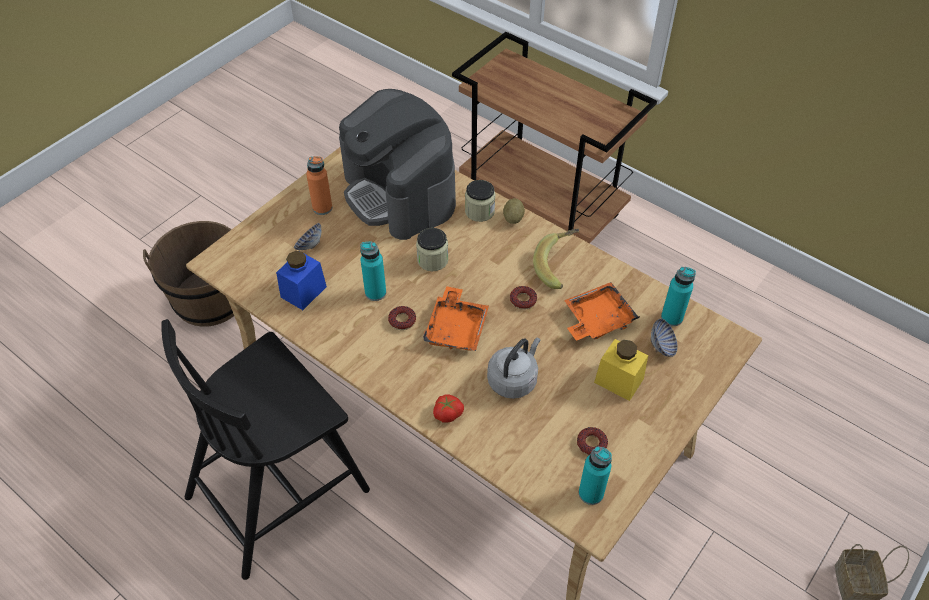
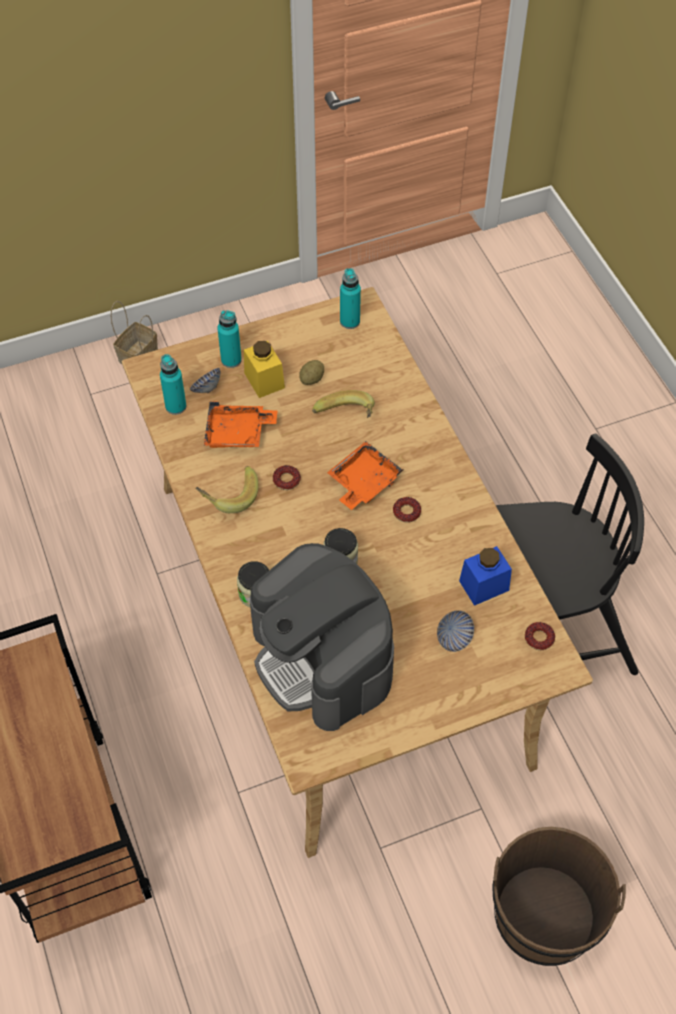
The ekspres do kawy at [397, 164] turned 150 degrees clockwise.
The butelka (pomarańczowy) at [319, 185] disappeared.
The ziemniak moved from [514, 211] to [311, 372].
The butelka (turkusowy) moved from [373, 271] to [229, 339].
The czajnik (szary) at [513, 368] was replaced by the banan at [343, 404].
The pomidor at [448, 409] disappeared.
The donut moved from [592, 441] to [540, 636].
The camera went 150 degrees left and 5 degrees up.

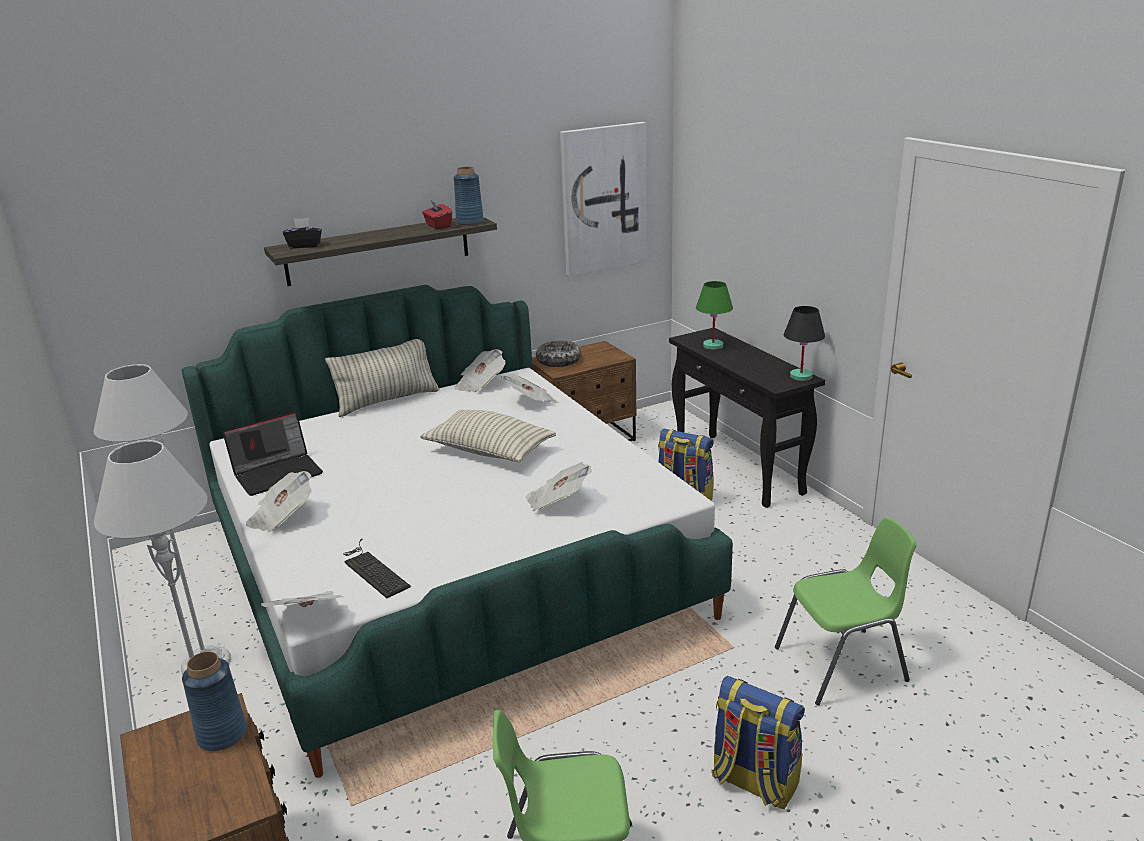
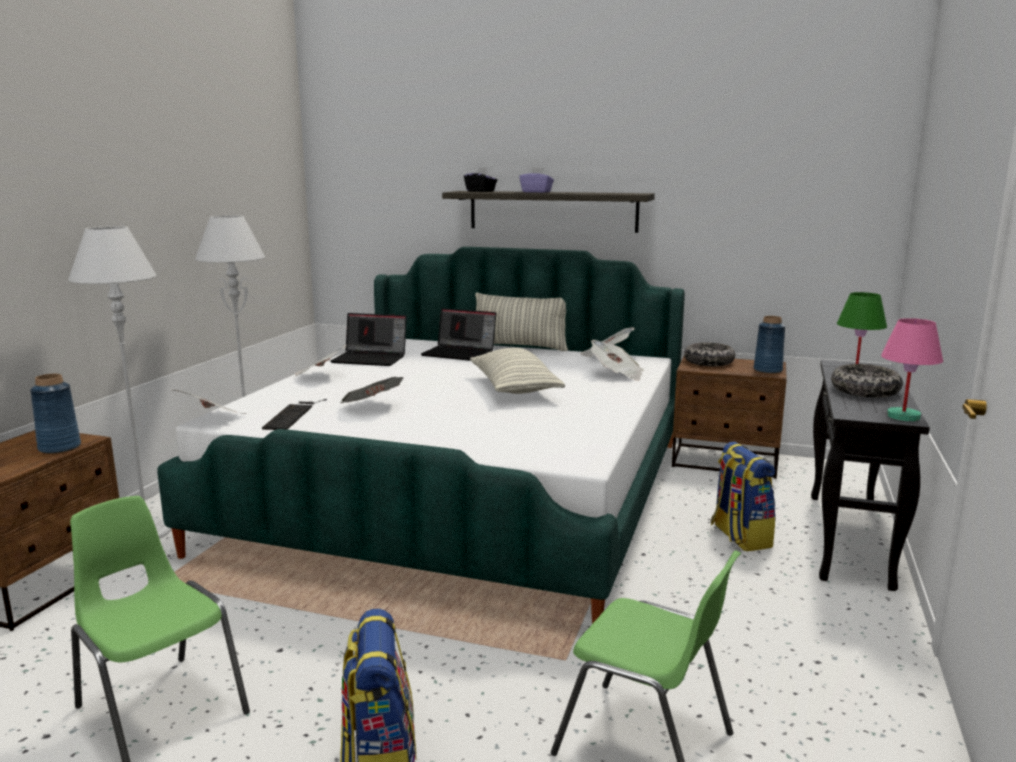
The obraz at [603, 199] disappeared.
The wazon (niebieski) moved from [469, 196] to [769, 345].
The pudełko chusteczek (czerwony) at [437, 215] disappeared.
The lampa stołowa (czarny) at [804, 343] became the lampa stołowa (różowy) at [912, 369].
The gazeta moved from [559, 487] to [371, 390].
The pudełko chusteczek (fioletowy) at [536, 180] appeared.
The laptop at [459, 334] appeared.
The miska at [867, 380] appeared.
The camera went 45 degrees right and 10 degrees down.

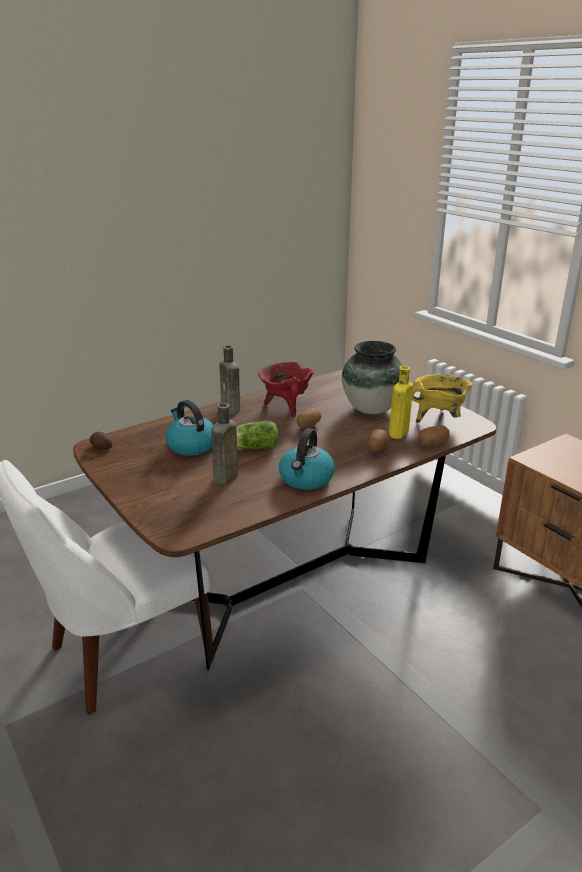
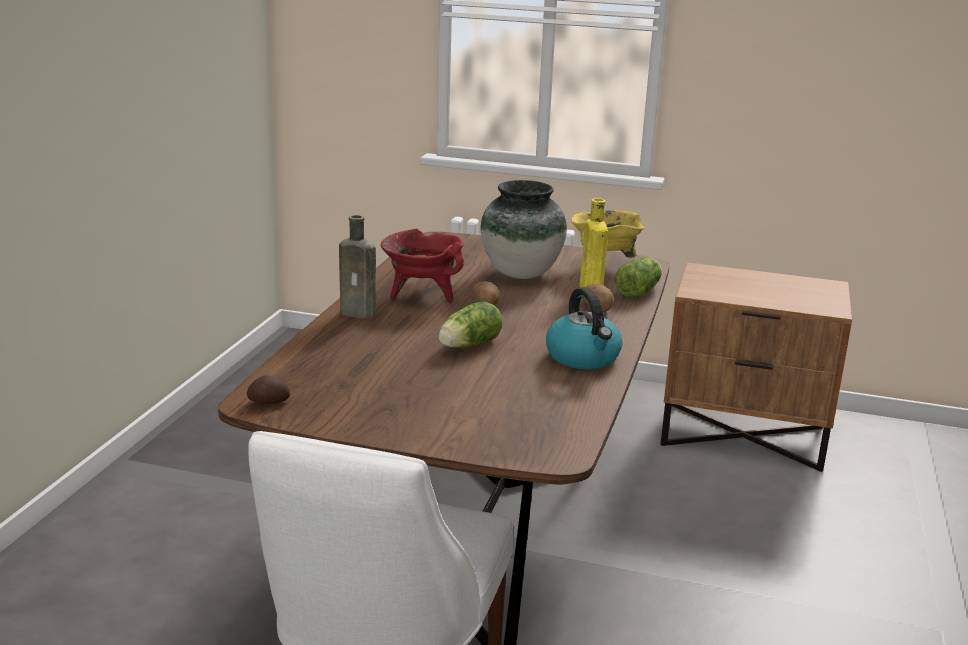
The czajnik at [189, 428] disappeared.
The butelka (brązowy) at [224, 443] disappeared.
The ziemniak at [434, 435] was replaced by the sałata at [638, 277].
The camera went 40 degrees left and 5 degrees down.

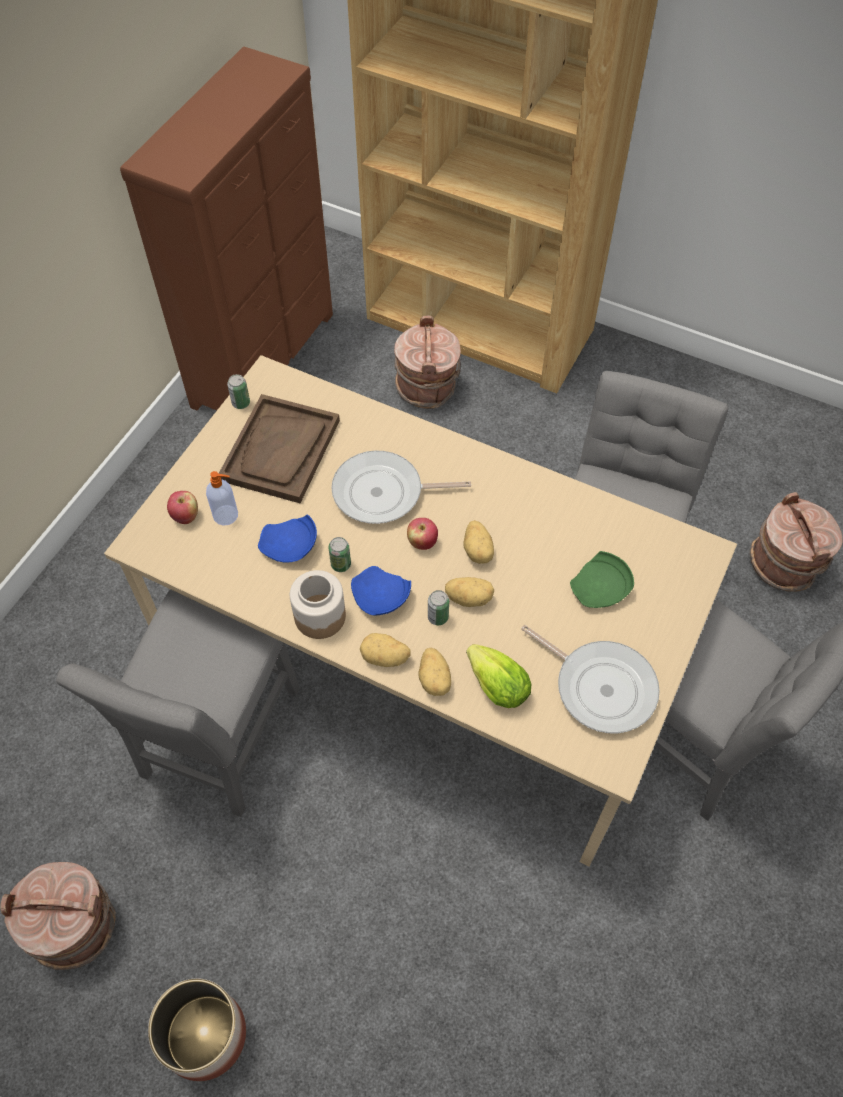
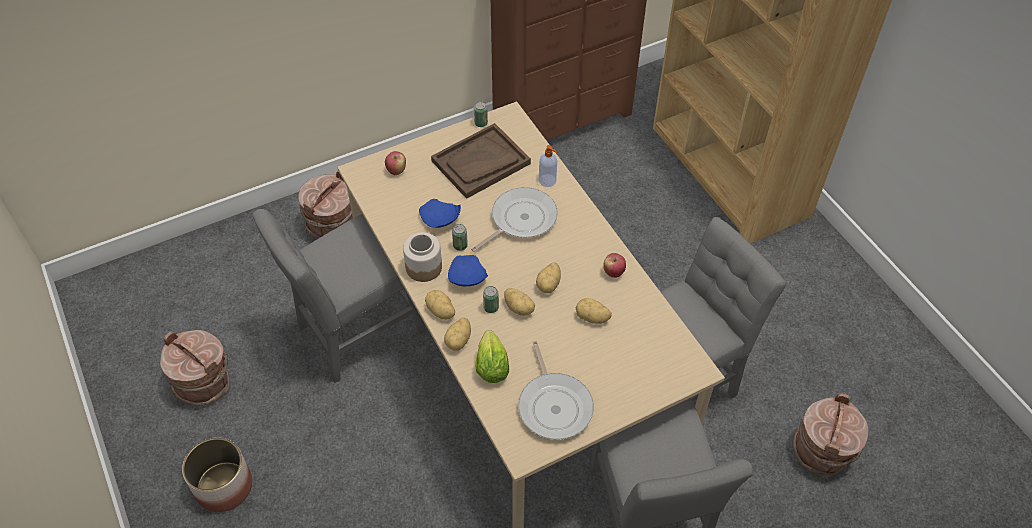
The wiadro (brązowy) moved from [427, 362] to [325, 205].
The patelnia at [401, 487] turned 105 degrees clockwise.
The dozownik mydła moved from [222, 498] to [548, 166].
The jabłko moved from [422, 534] to [614, 265].
The talerz (zielony) at [602, 579] disappeared.
The ziemniak at [594, 311] appeared.
The camera went 35 degrees right and 5 degrees down.

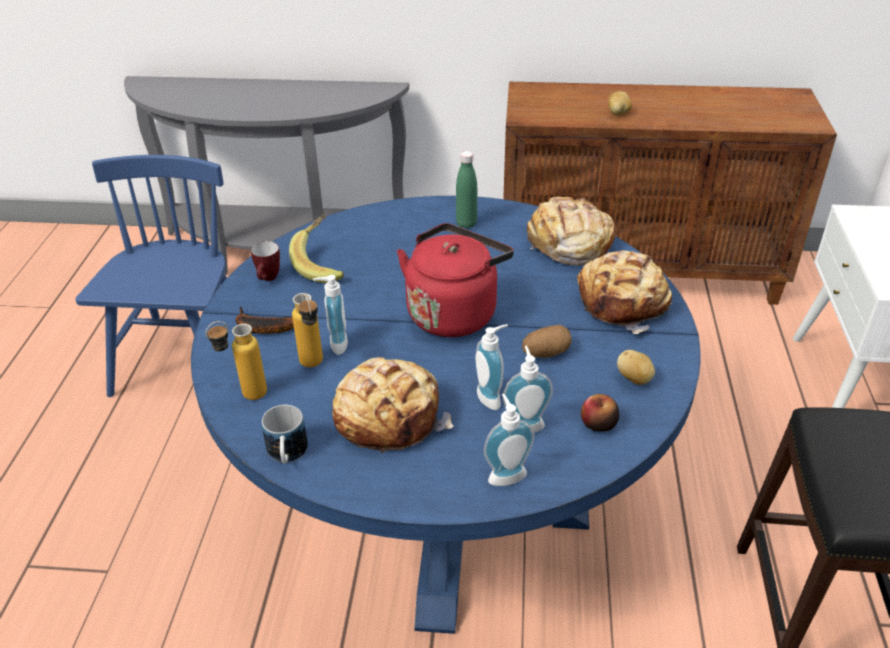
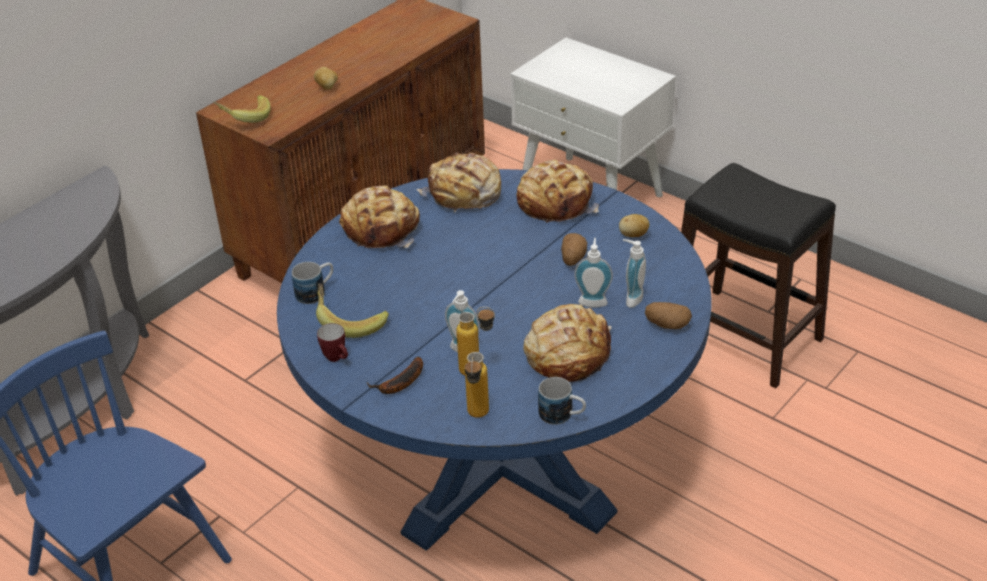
The butelka (zielony) at [466, 190] was replaced by the chleb at [379, 216].
The czajnik (czerwony) at [455, 280] disappeared.
The dozownik mydła at [509, 440] was replaced by the ziemniak at [668, 315].
The jabłko at [600, 413] disappeared.
The banan at [242, 109] appeared.
The kubek at [312, 283] appeared.
The camera went 55 degrees left and 0 degrees up.

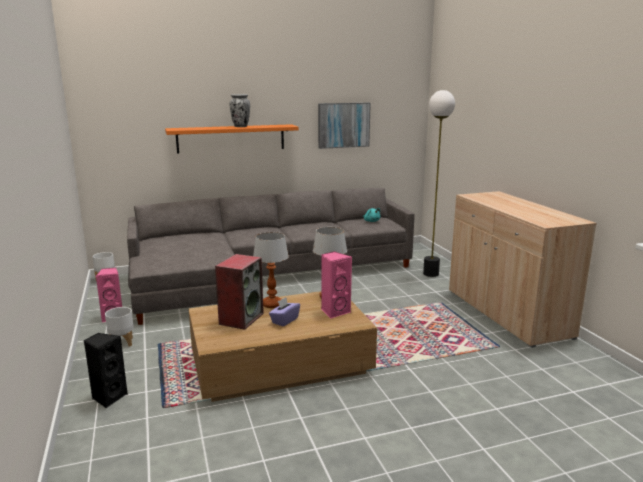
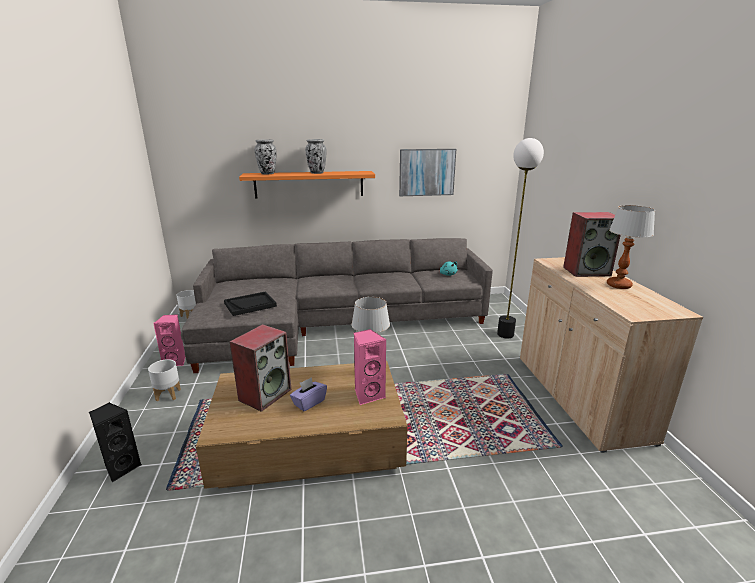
The lampa stołowa moved from [271, 270] to [631, 247].
The wazon at [265, 157] appeared.
The głośnik at [592, 244] appeared.
The taca (czarny) at [250, 303] appeared.
The camera went 10 degrees right and 5 degrees up.

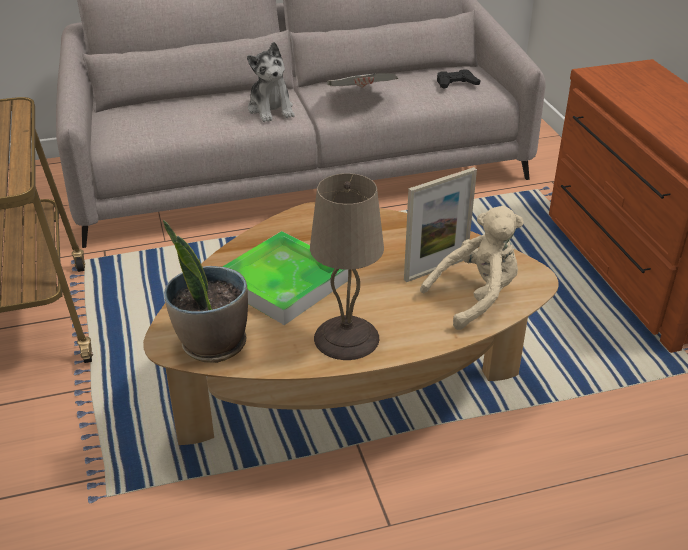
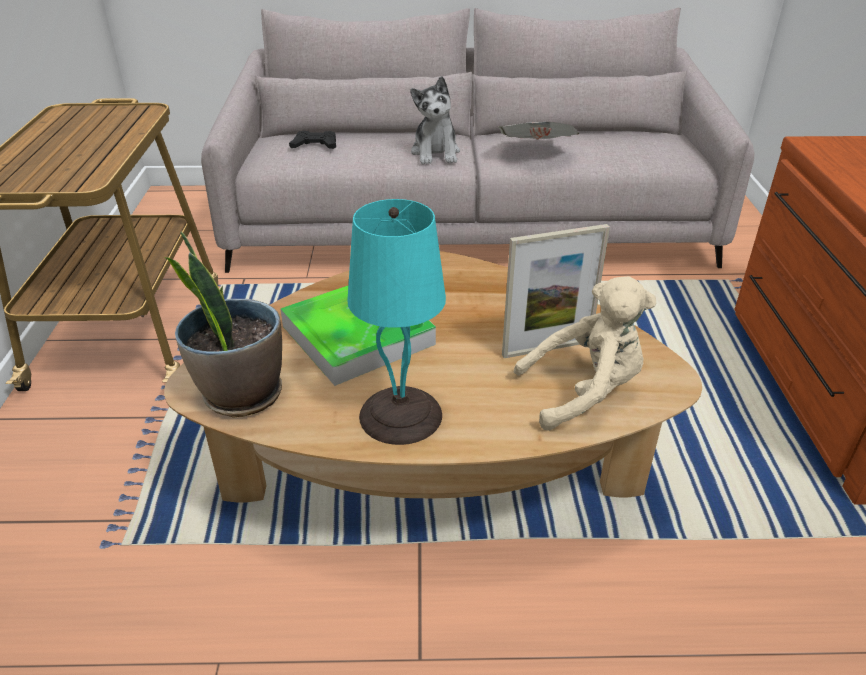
The pad do gier (czarny) moved from [458, 79] to [312, 140].
The lampa stołowa (beżowy) at [347, 266] became the lampa stołowa (turkusowy) at [396, 322].
The camera went 15 degrees right and 0 degrees up.

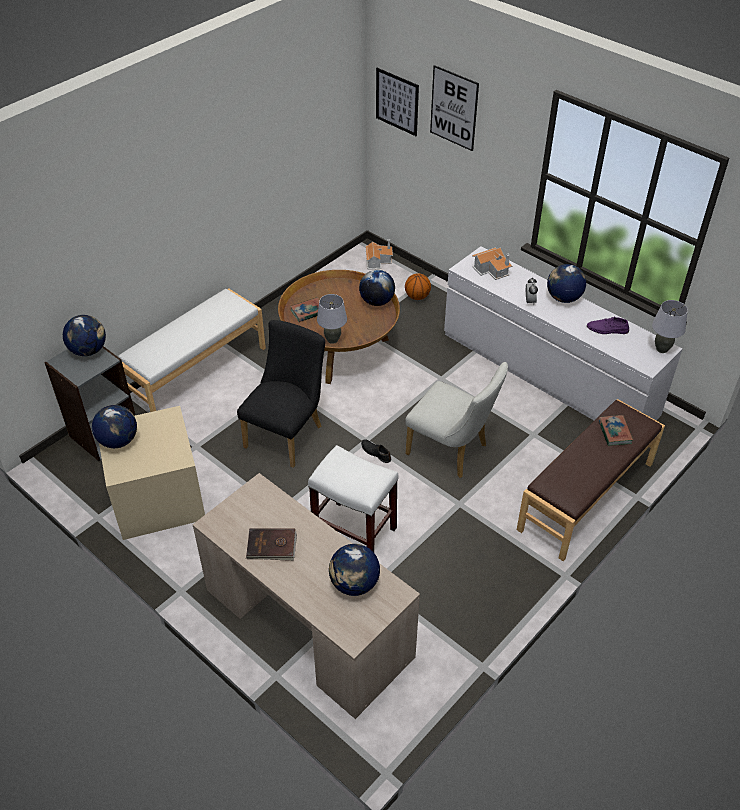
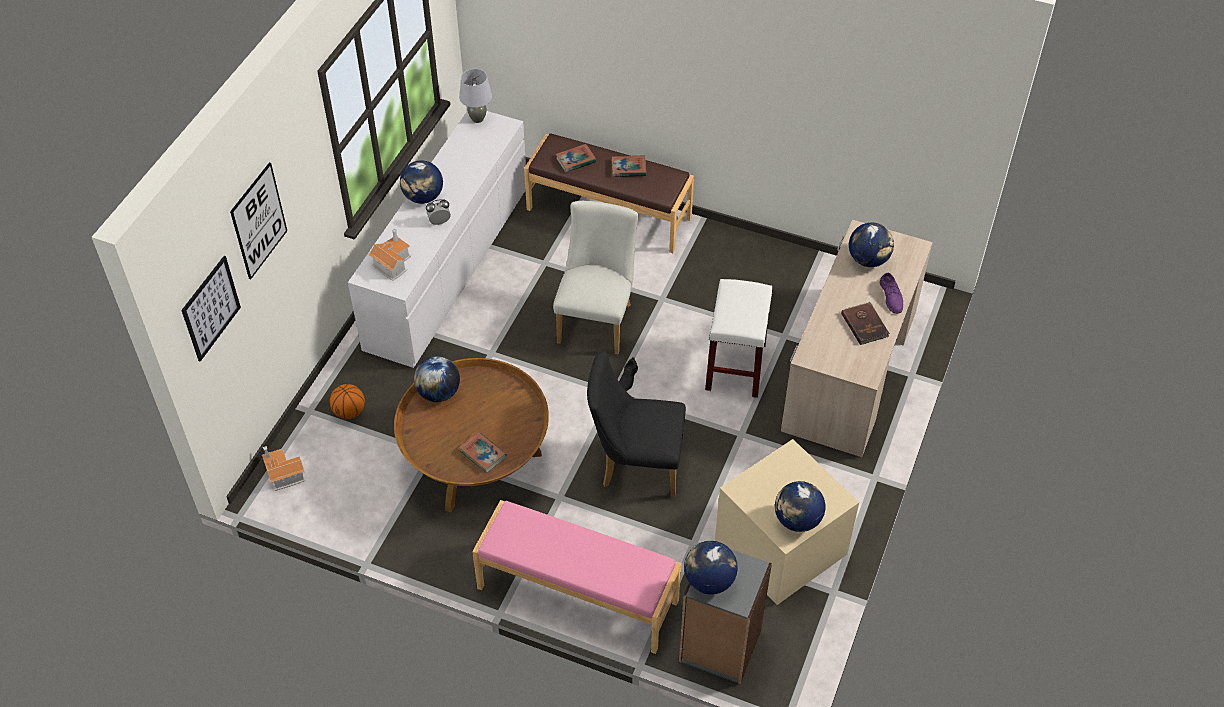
The ławka (biały) at [192, 350] became the ławka (różowy) at [576, 577].
The lampa stołowa (szary) at [332, 319] disappeared.
The but (fioletowy) moved from [608, 325] to [891, 293].
The książka at [629, 166] appeared.
The camera went 110 degrees left and 5 degrees up.

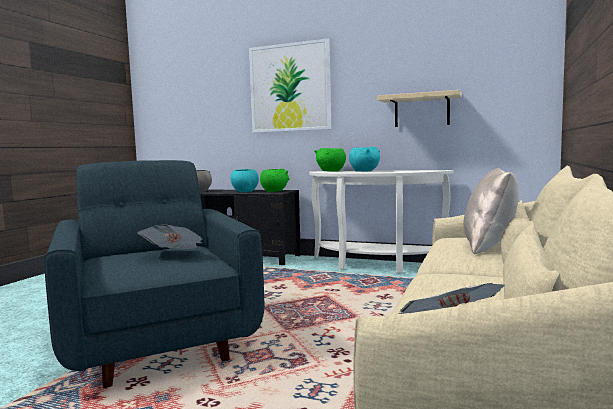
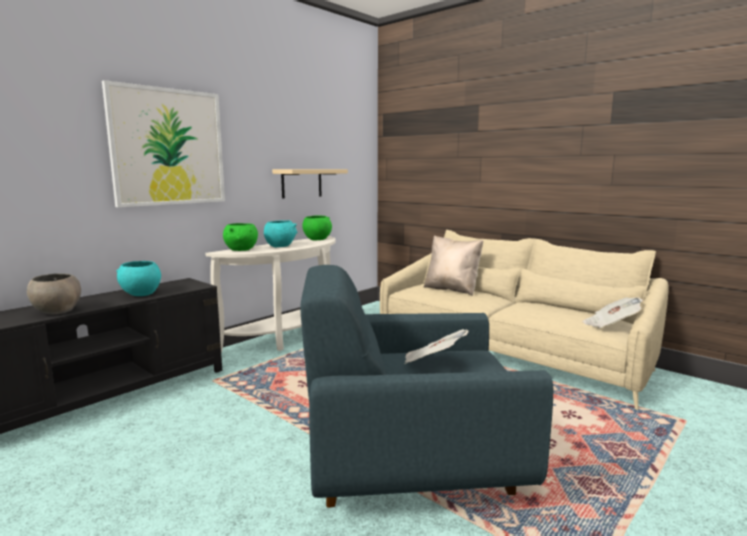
The miska (zielony) moved from [275, 180] to [317, 227].
The camera went 70 degrees left and 5 degrees up.

